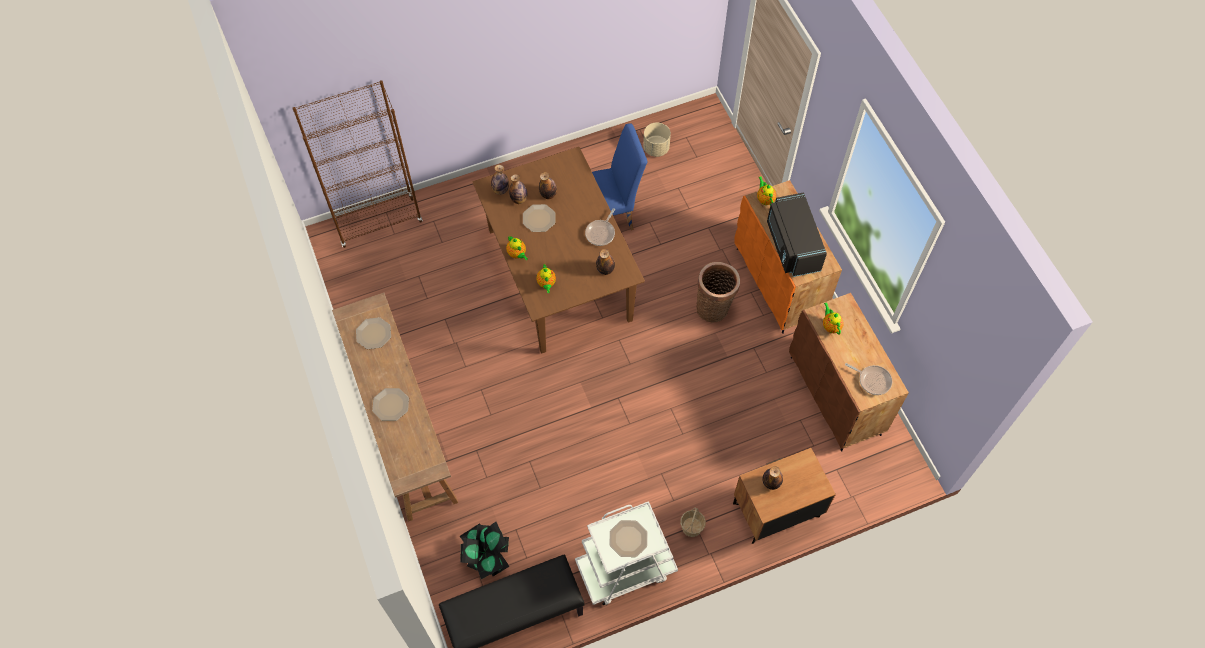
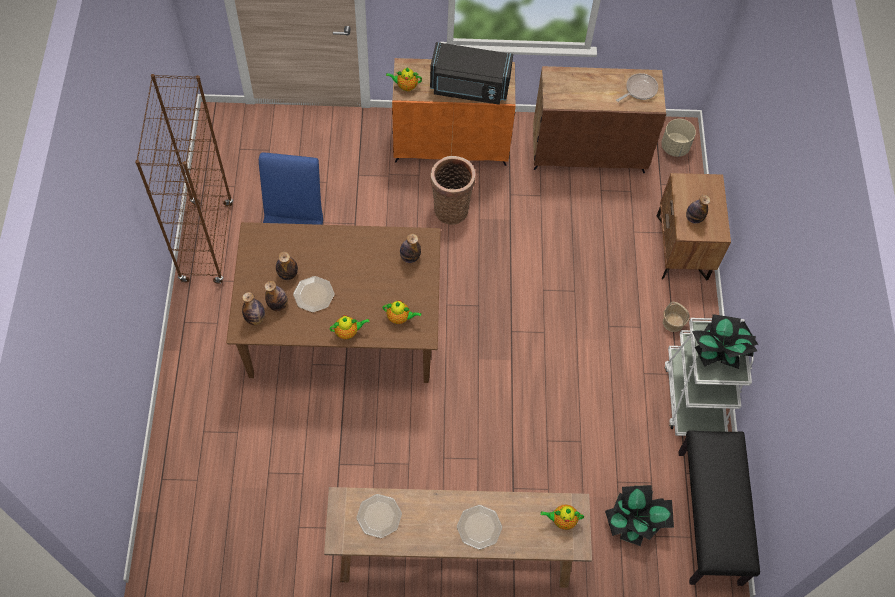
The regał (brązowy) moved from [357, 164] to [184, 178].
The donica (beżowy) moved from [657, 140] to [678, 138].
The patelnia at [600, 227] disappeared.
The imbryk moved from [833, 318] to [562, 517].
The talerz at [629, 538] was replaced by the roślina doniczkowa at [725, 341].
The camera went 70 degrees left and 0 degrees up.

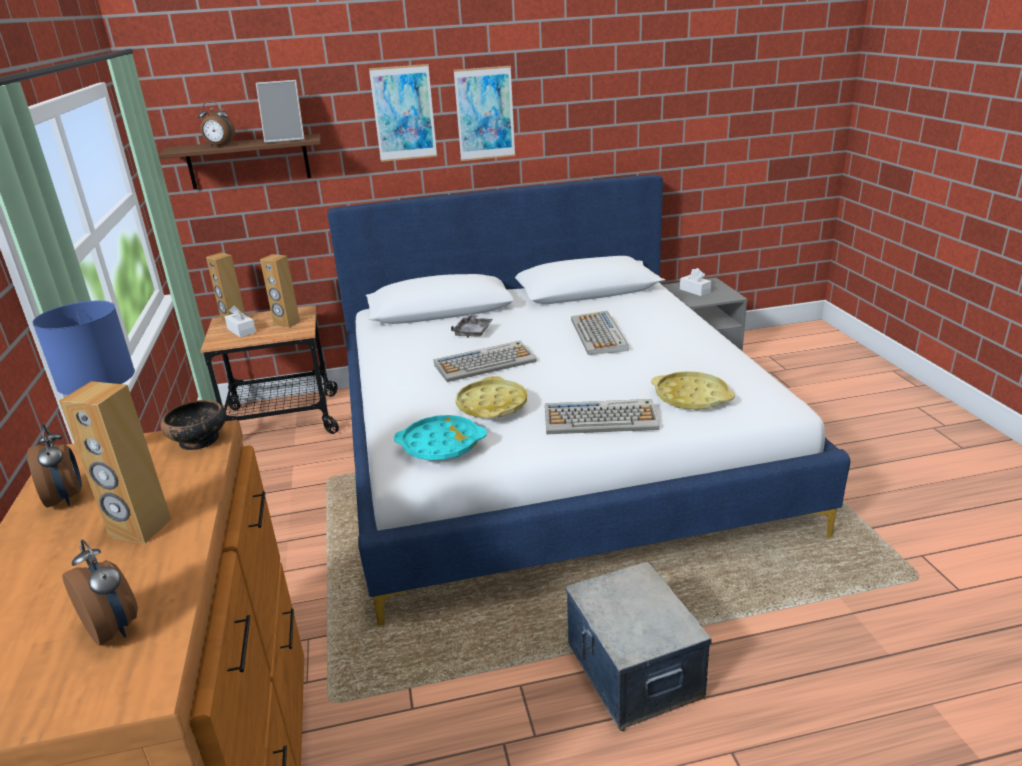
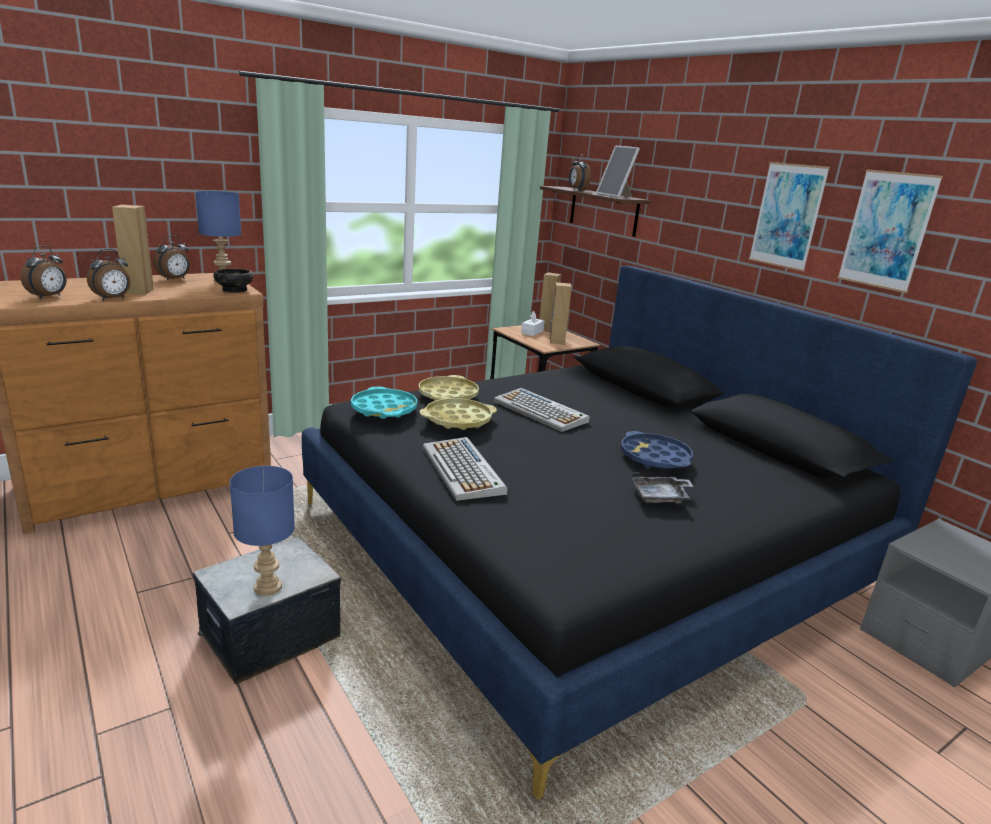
The obraz moved from [403, 113] to [890, 231].
The łóżko (biały) at [589, 400] became the łóżko (czarny) at [639, 532].
The pudełko chusteczek (biały) at [695, 282] disappeared.
The klawiatura at [600, 333] was replaced by the taca (niebieski) at [657, 450].
The taca (szary) moved from [472, 326] to [662, 487].
The taca (żółty) moved from [693, 391] to [449, 387].
The budzik at [108, 275] appeared.
The lampa stołowa (niebieski) at [262, 531] appeared.
The camera went 65 degrees right and 5 degrees down.

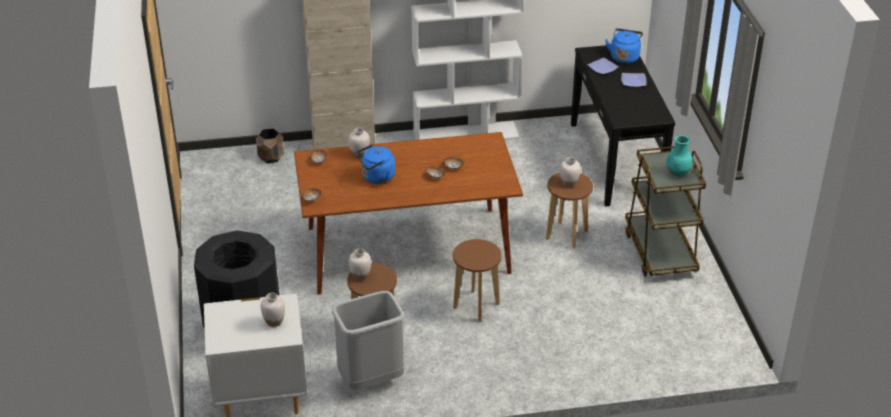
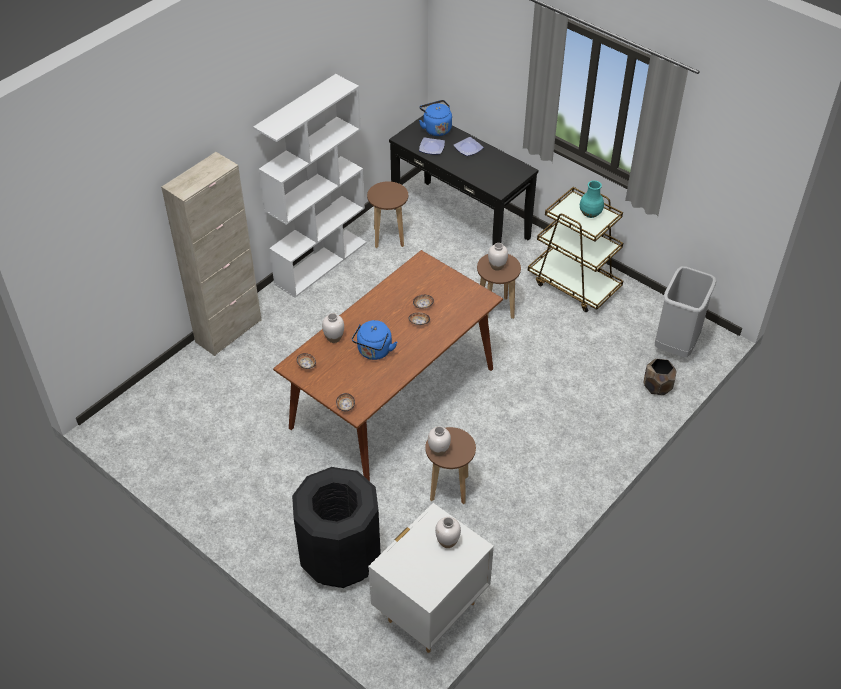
The donica (brązowy) moved from [270, 145] to [660, 377].
The stołek (brązowy) moved from [477, 280] to [387, 214].
The kosz na śmieci (szary) moved from [368, 340] to [685, 311].
The camera went 40 degrees left and 10 degrees up.

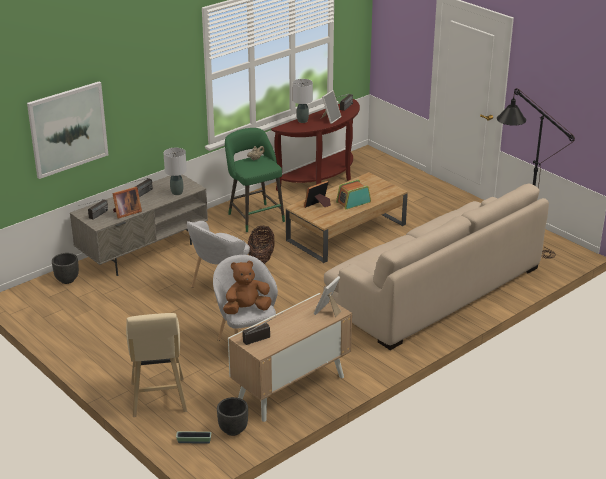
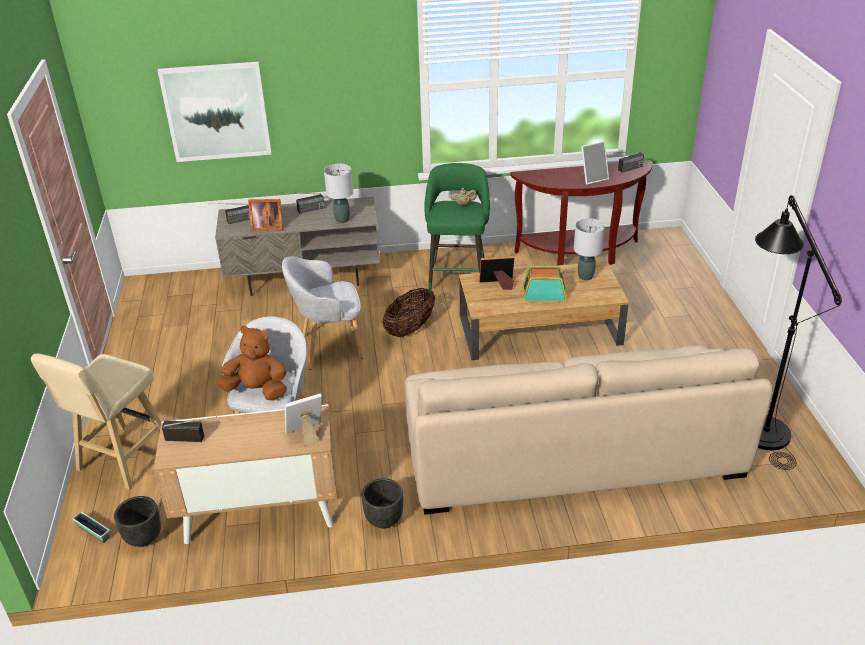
The lampa stołowa (szary) moved from [303, 101] to [589, 249].
The donica (czarny) moved from [65, 268] to [382, 503].
The camera went 35 degrees right and 5 degrees up.

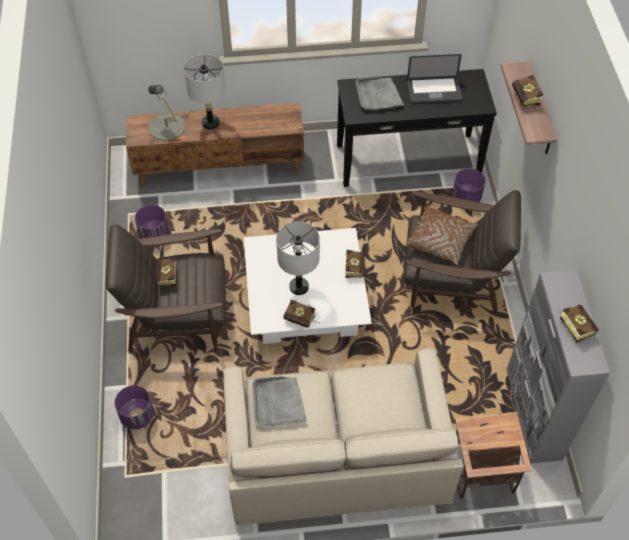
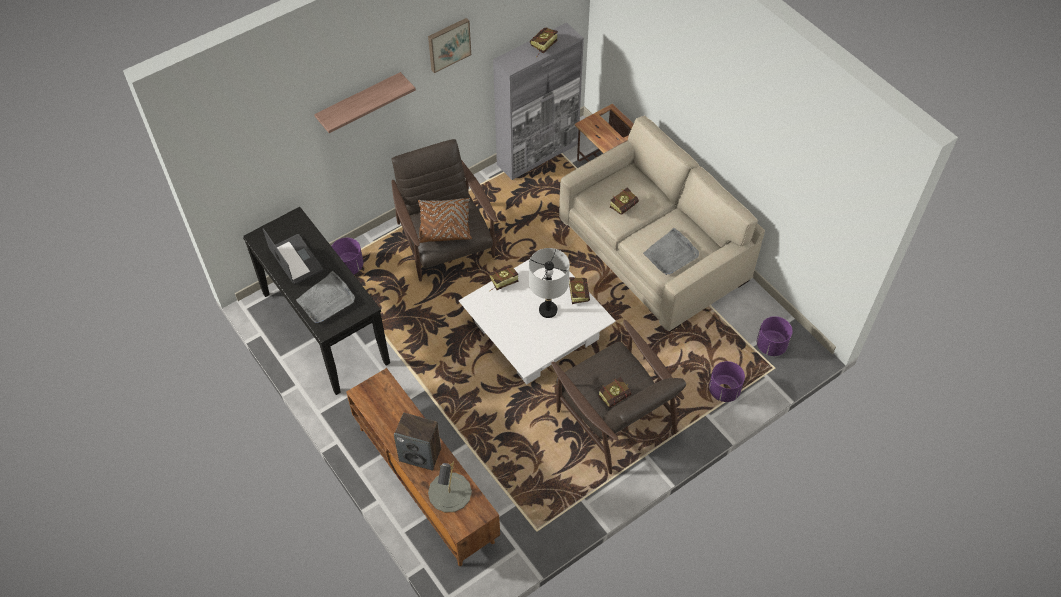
The lampa stołowa (szary) at [205, 92] was replaced by the głośnik at [417, 442].
The książka moved from [527, 93] to [624, 201].
The donica (fioletowy) moved from [152, 222] to [775, 336].
The obraz at [449, 45] appeared.
The camera went 120 degrees left and 0 degrees up.

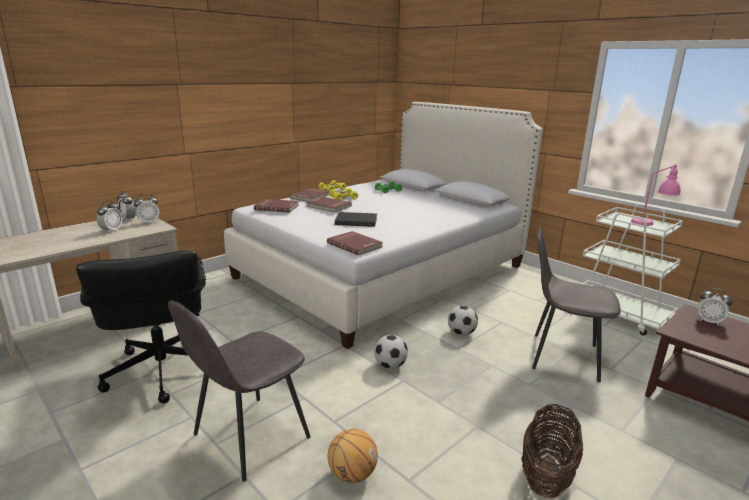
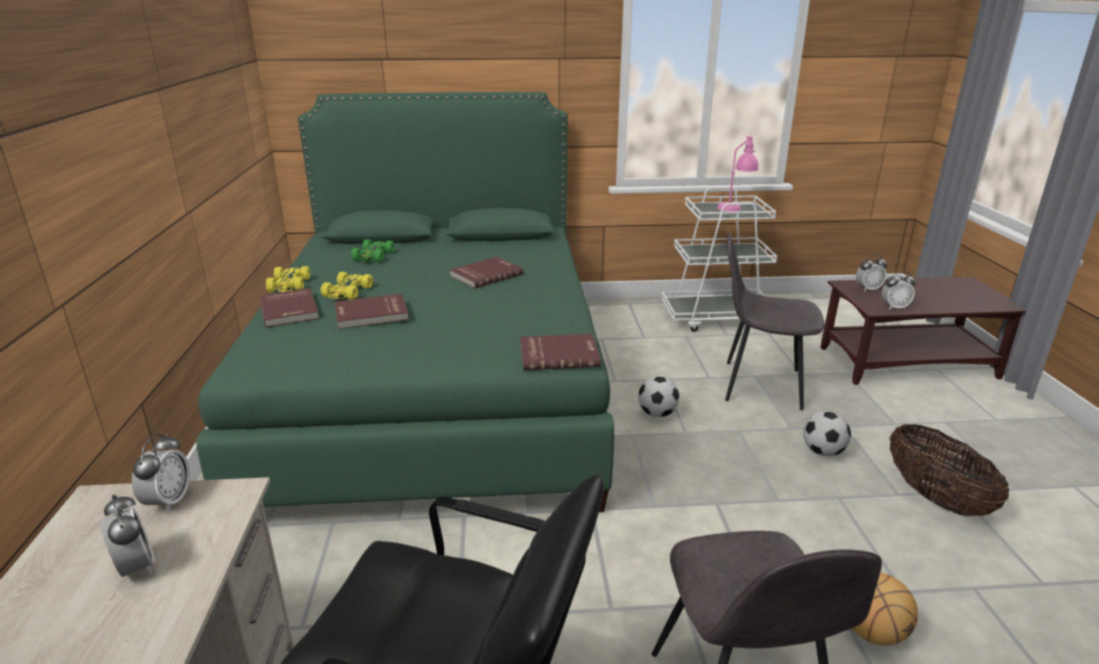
The łóżko (biały) at [383, 225] became the łóżko (zielony) at [405, 302].
The budzik moved from [126, 206] to [898, 290].
The książka (czerwony) moved from [276, 206] to [486, 273].
The książka (czarny) at [356, 219] disappeared.
The krzesło (szary) at [576, 305] turned 45 degrees clockwise.
The piłka futbolowa moved from [391, 352] to [827, 433].
The camera went 50 degrees left and 5 degrees up.

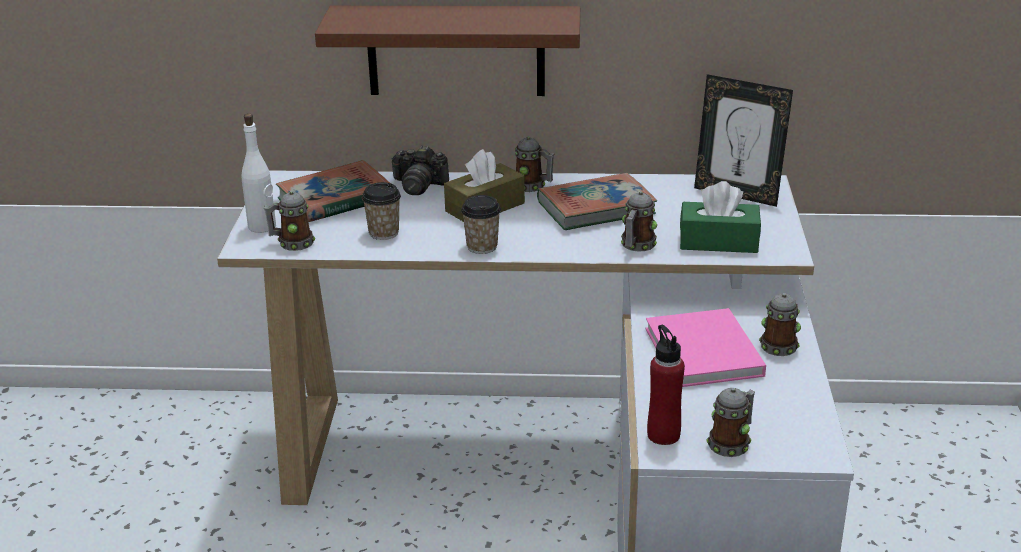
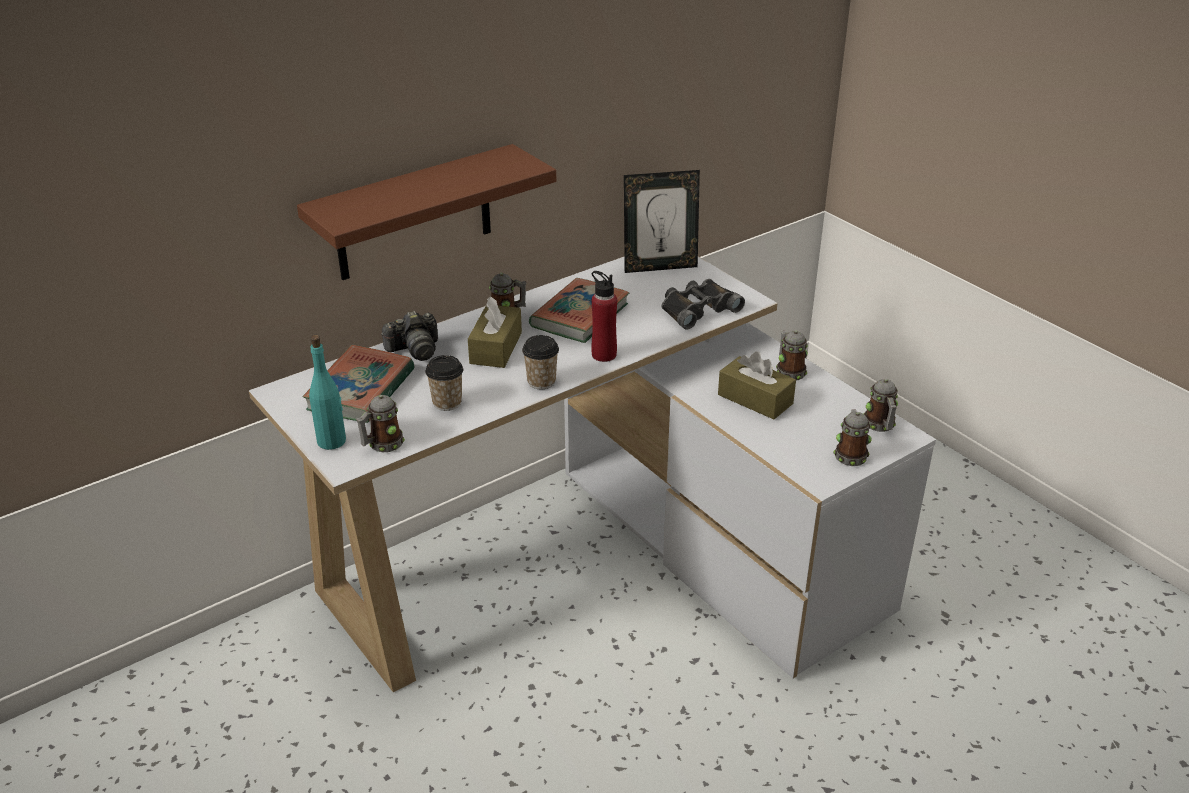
The butelka (biały) at [259, 173] became the butelka (turkusowy) at [327, 392].
The pudełko chusteczek (zielony) at [720, 217] was replaced by the lornetka (czarny) at [703, 304].
The kubek moved from [639, 221] to [881, 405].
The książka (różowy) at [705, 347] was replaced by the pudełko chusteczek (brązowy) at [757, 385].
The butelka (czerwony) moved from [666, 385] to [604, 316].
The camera went 40 degrees left and 5 degrees up.

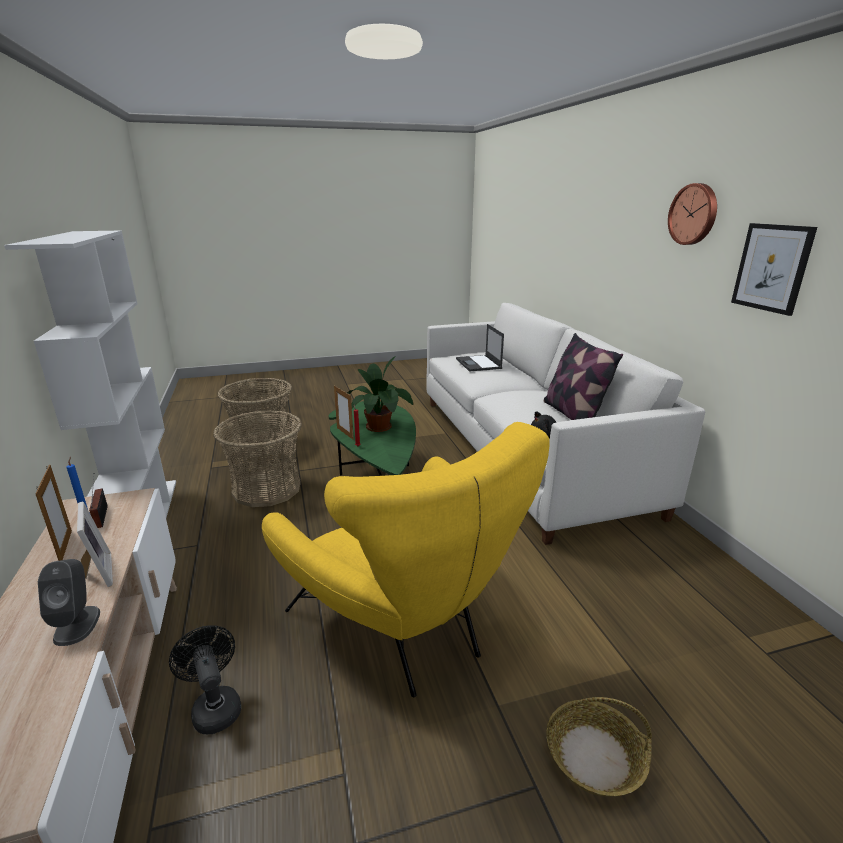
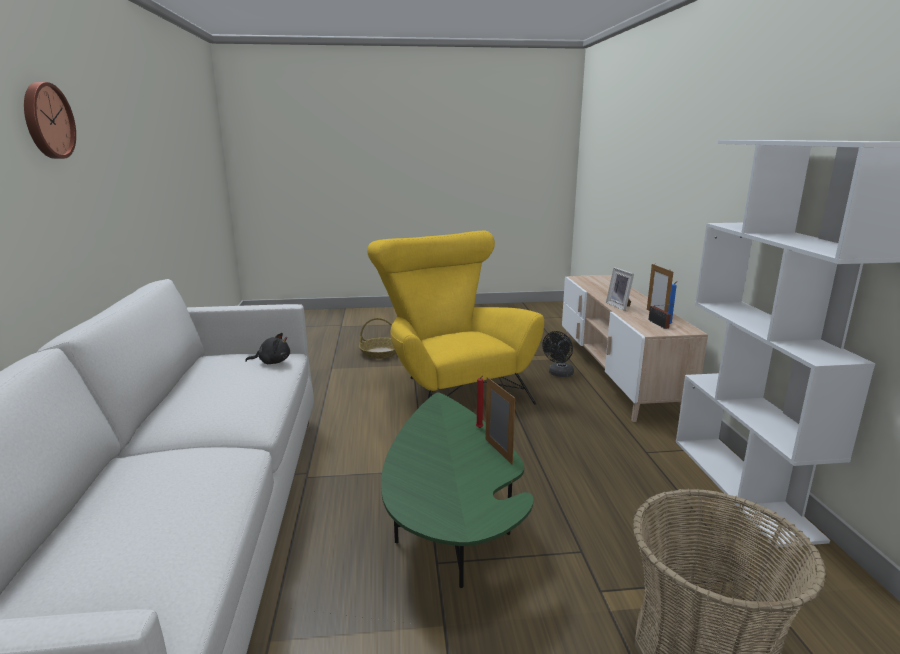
The obraz at [774, 269] disappeared.
The laptop at [480, 348] disappeared.
The poduszka at [583, 376] disappeared.
The roślina doniczkowa at [380, 394] disappeared.
The koszyk at [257, 458] disappeared.
The głośnik (szary) at [69, 602] disappeared.
The wentylator (czarny) at [205, 679] turned 60 degrees clockwise.
The camera went 170 degrees left and 5 degrees down.

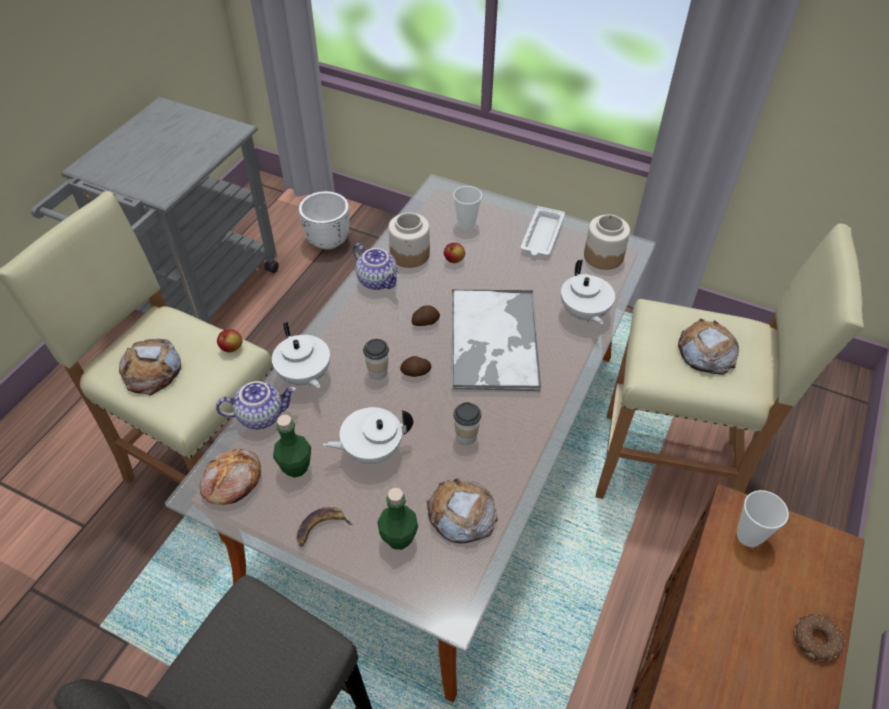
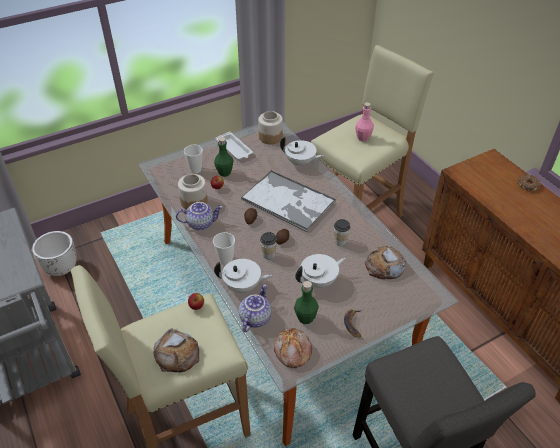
The chleb at [708, 347] was replaced by the butelka (różowy) at [364, 121].
The imbryk (biały) at [367, 435] turned 135 degrees counterclockwise.
The butelka (zielony) moved from [398, 519] to [223, 157].
The filiżanka moved from [763, 518] to [224, 248].
The camera went 55 degrees left and 5 degrees down.

